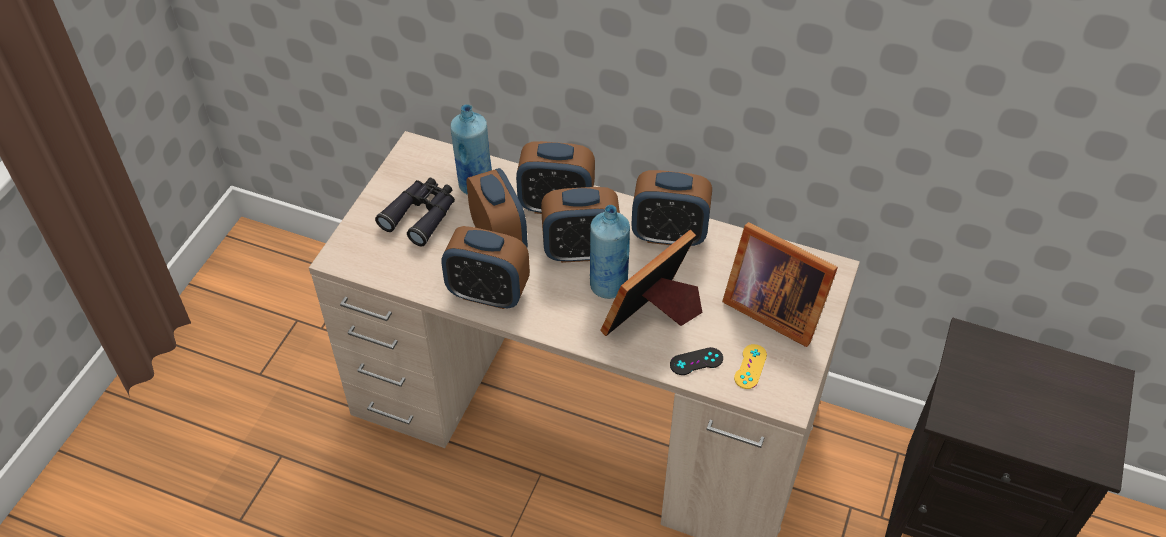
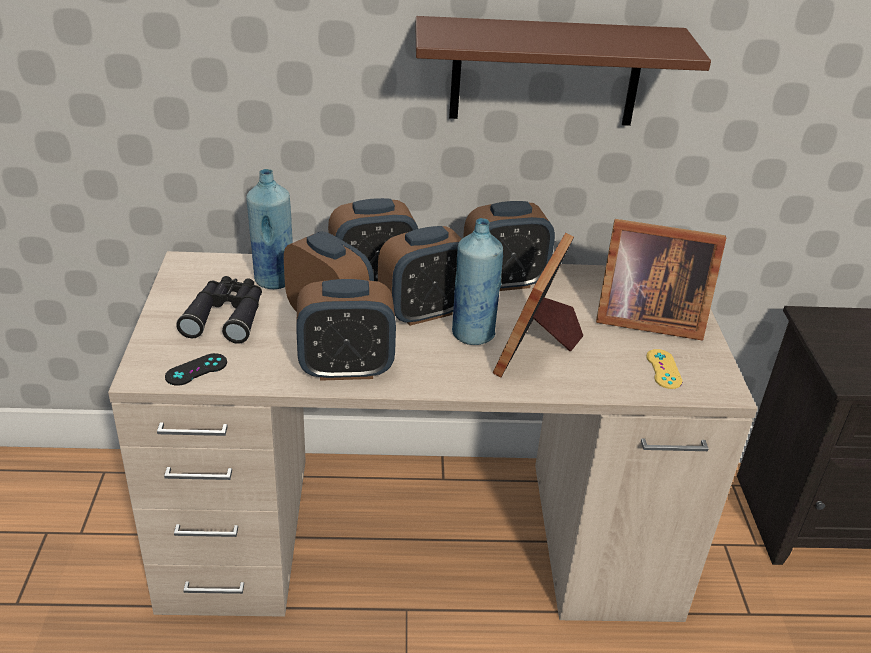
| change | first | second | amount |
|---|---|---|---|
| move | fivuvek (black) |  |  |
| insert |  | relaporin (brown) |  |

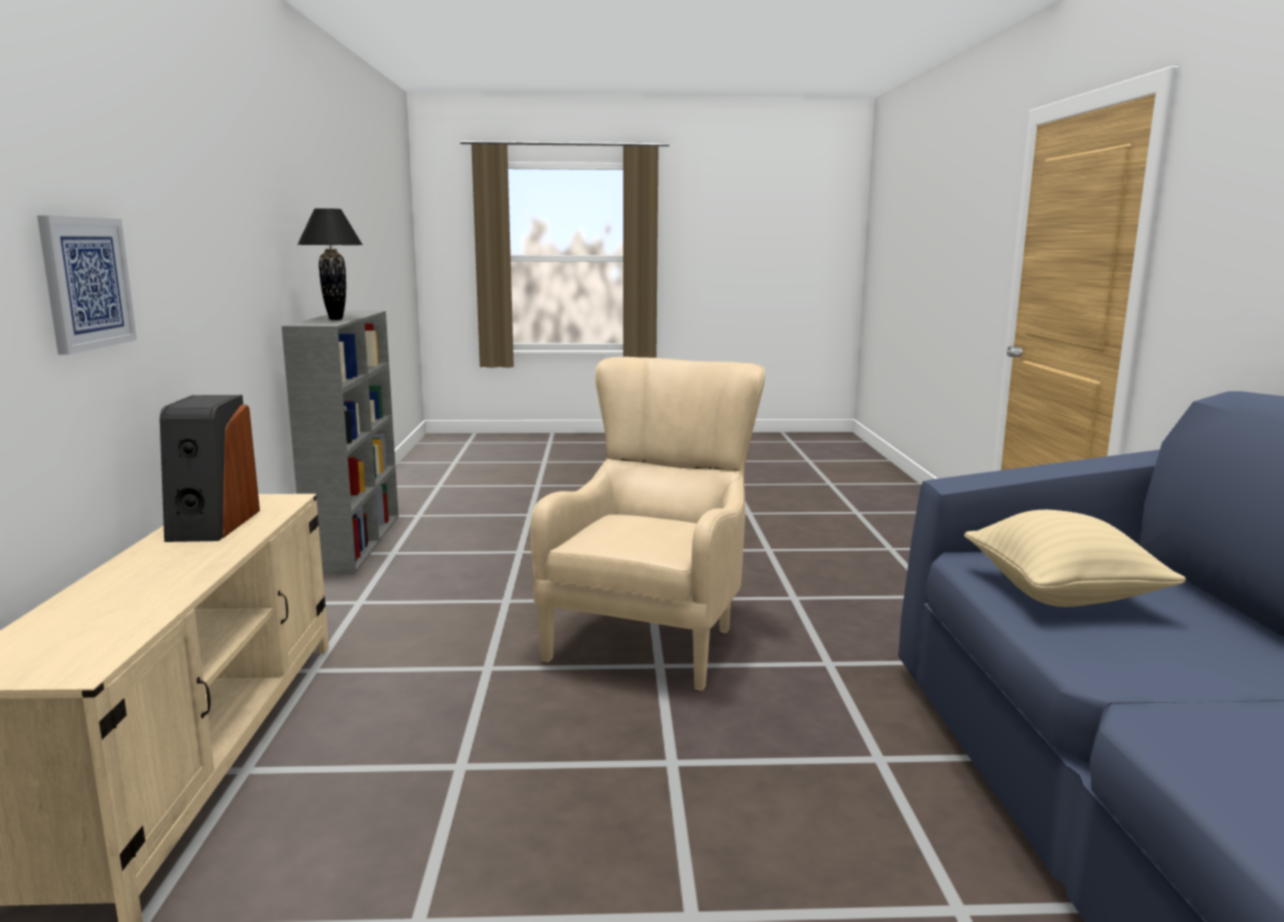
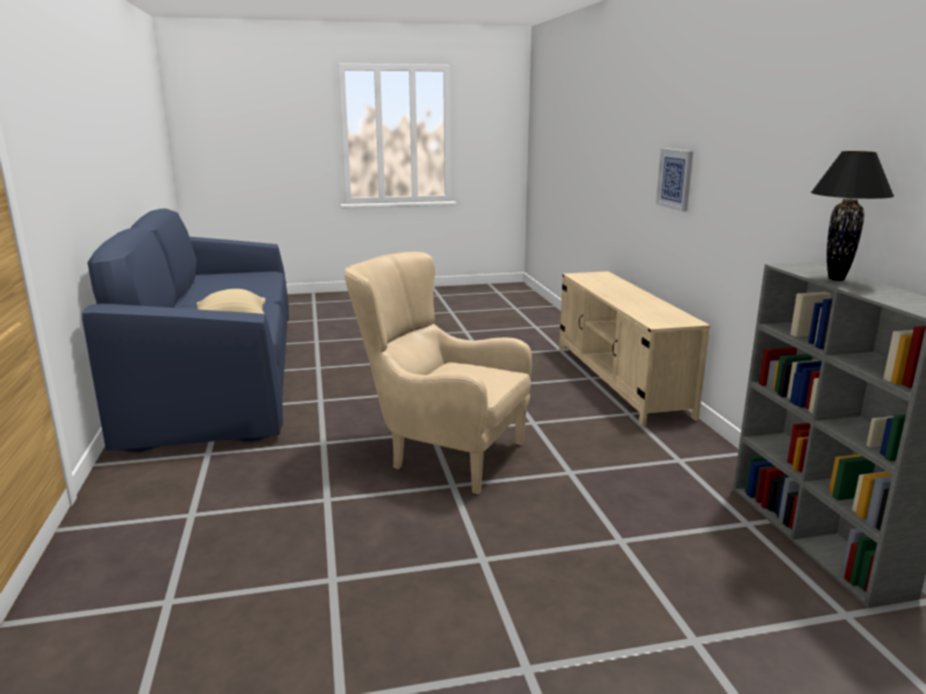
| change | first | second | amount |
|---|---|---|---|
| rotate | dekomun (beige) |  | 105 degrees clockwise |
| delete | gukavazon |  |  |

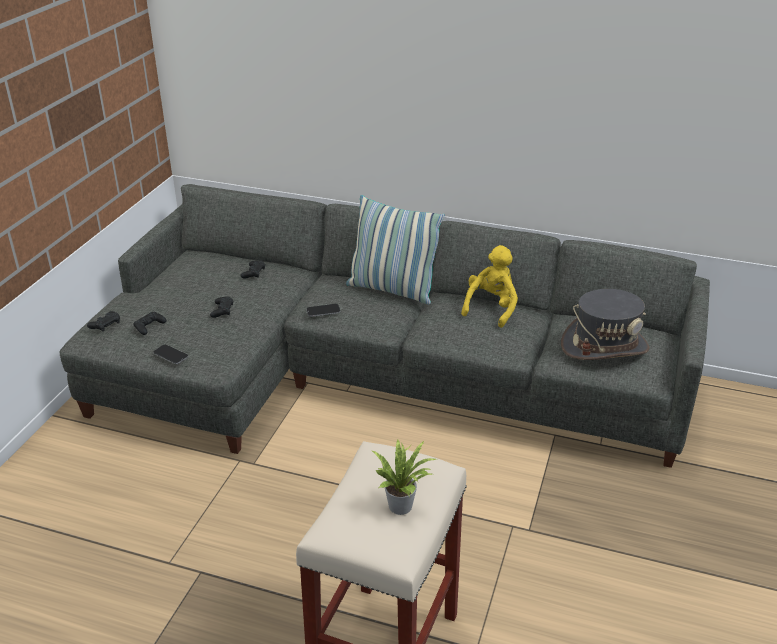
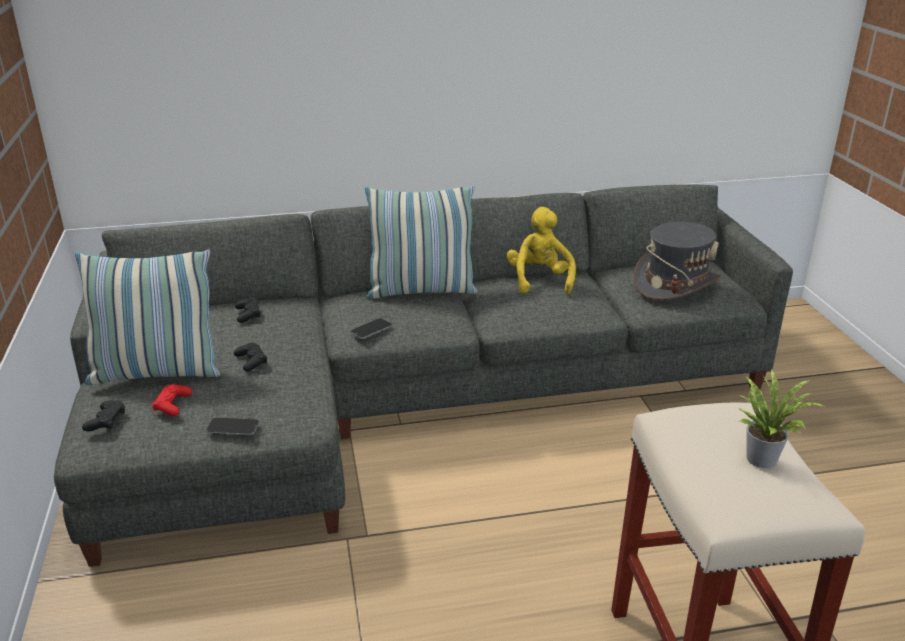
| change | first | second | amount |
|---|---|---|---|
| insert |  | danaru (1st from left) |  |
| recolor | fivuvek (black) (2nd from left) | fivuvek (red) |  |

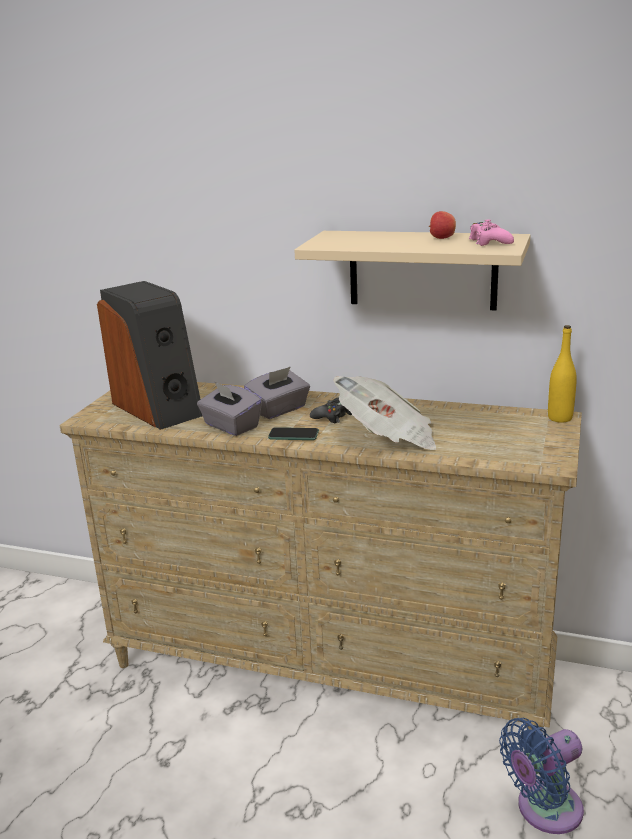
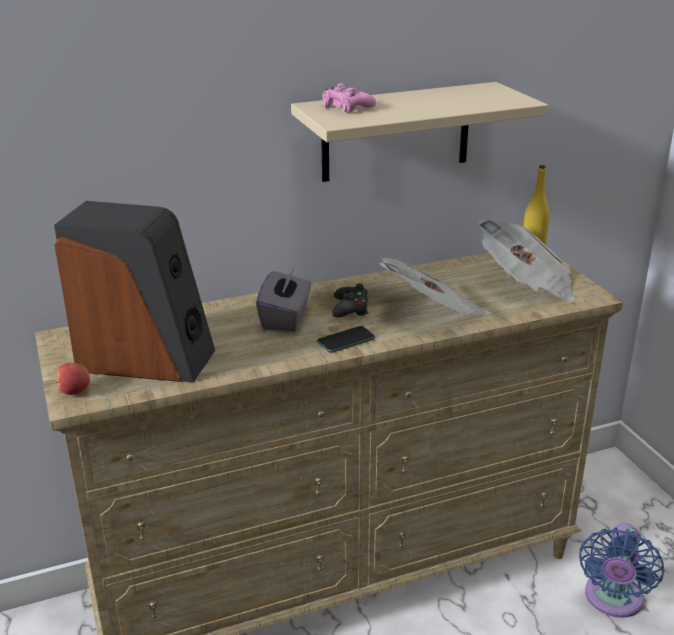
| change | first | second | amount |
|---|---|---|---|
| move | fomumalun |  |  |
| move | fivuvek (pink) |  |  |
| insert |  | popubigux (2nd from left) |  |
| delete | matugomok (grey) (1st from left) |  |  |

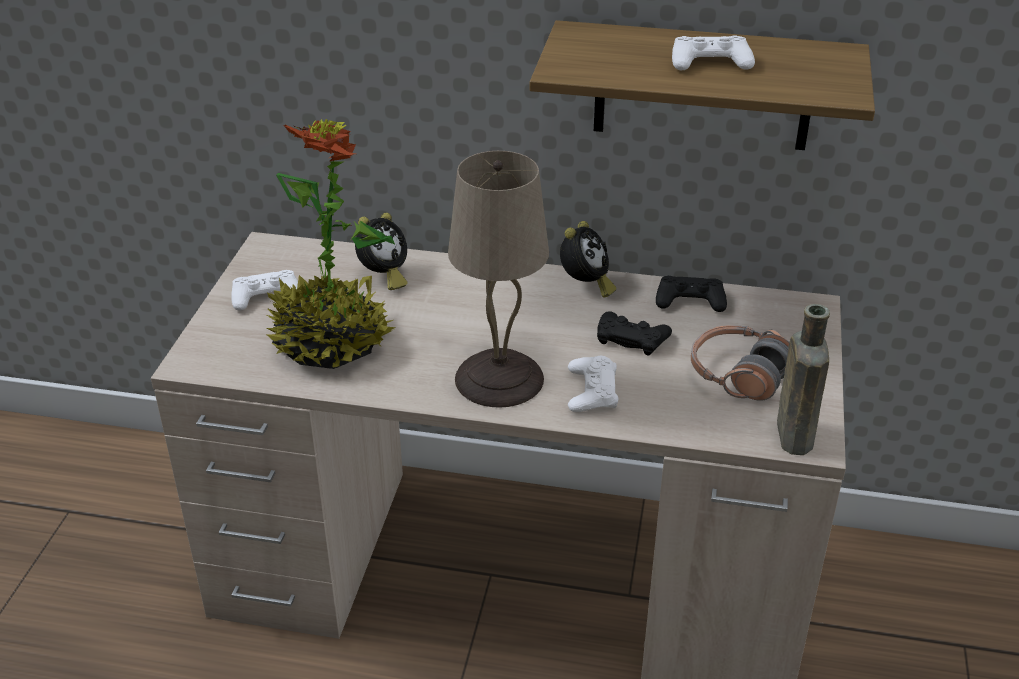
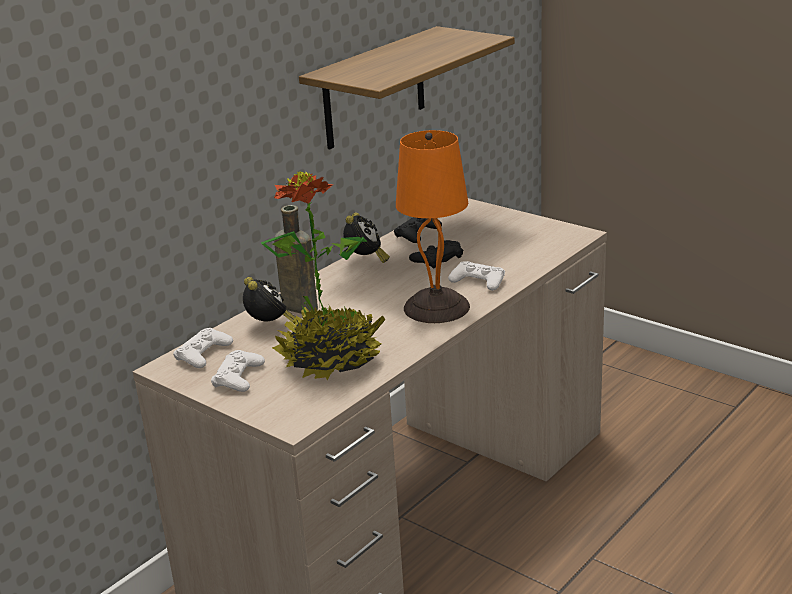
| change | first | second | amount |
|---|---|---|---|
| move | fivuvek (white) (3rd from left in the first image) | fivuvek (white) (1st from left) |  |
| move | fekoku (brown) |  |  |
| rotate | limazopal (2nd from left) |  | 45 degrees clockwise |
| recolor | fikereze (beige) | fikereze (orange) |  |
| delete | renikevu |  |  |

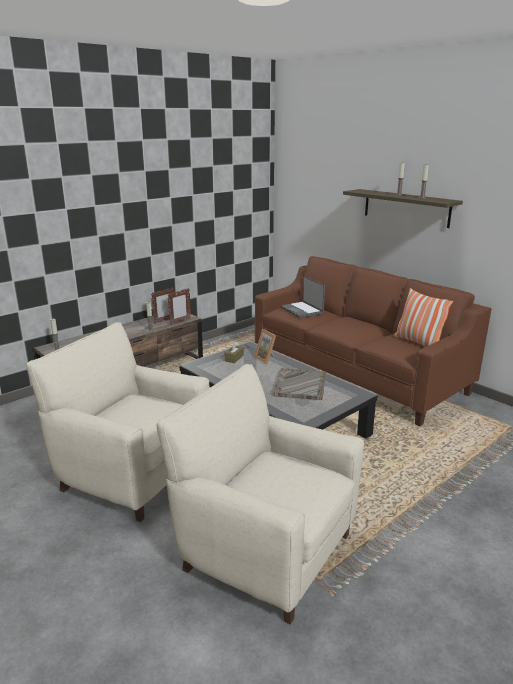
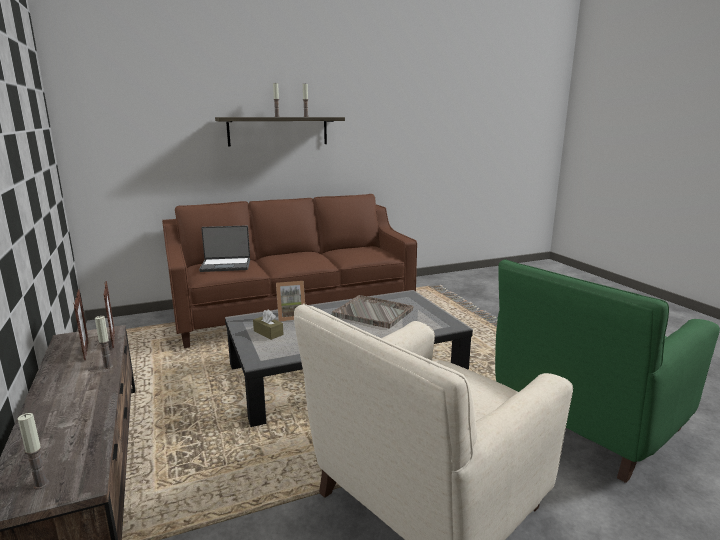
| change | first | second | amount |
|---|---|---|---|
| recolor | dekomun (beige) (2nd from left) | dekomun (green) |  |
| delete | danaru |  |  |

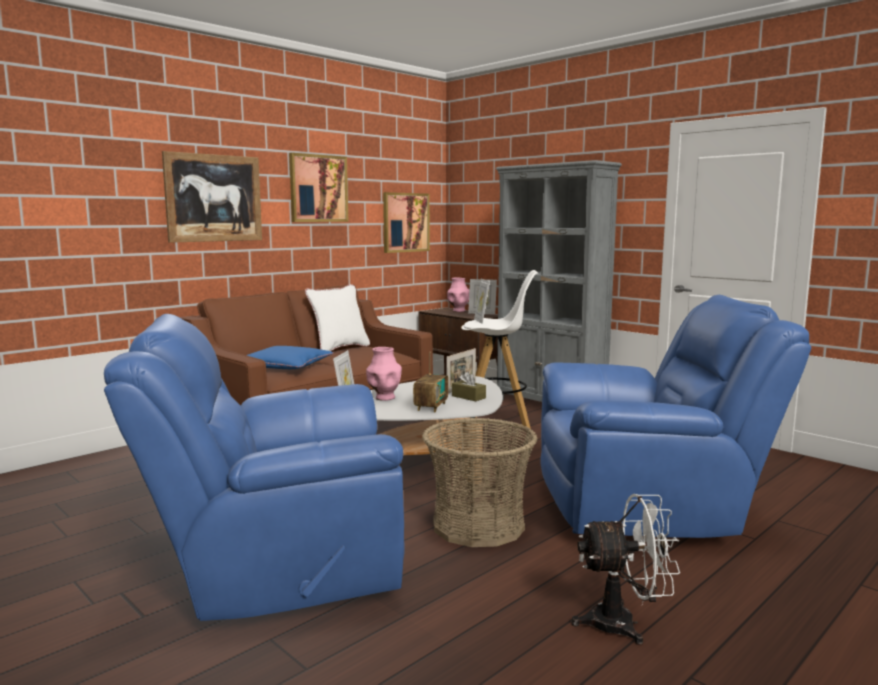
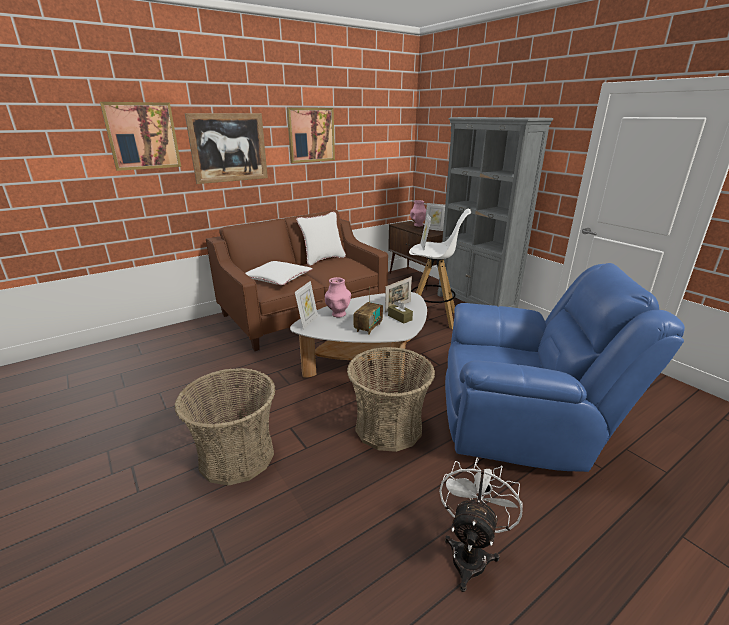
| change | first | second | amount |
|---|---|---|---|
| move | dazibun (3rd from left in the first image) | dazibun (1st from left) |  |
| replace | dekomun (blue) (1st from left) | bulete (1st from left) |  |
| recolor | danaru (blue) | danaru (white) (1st from left) |  |
| rotate | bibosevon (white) |  | 75 degrees counterclockwise |

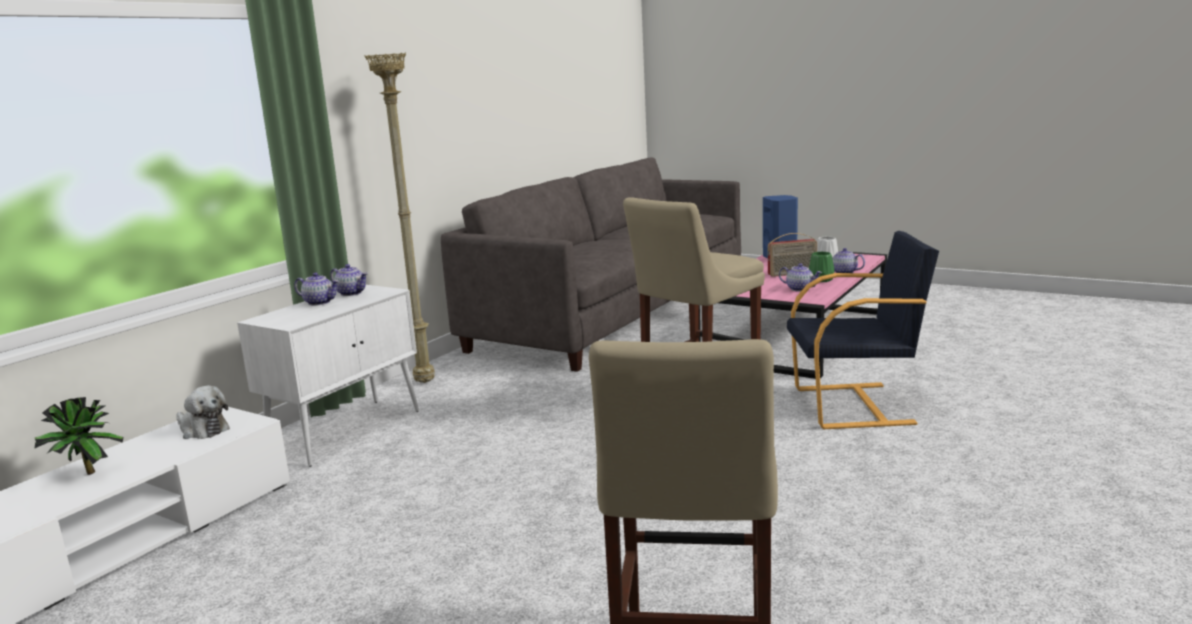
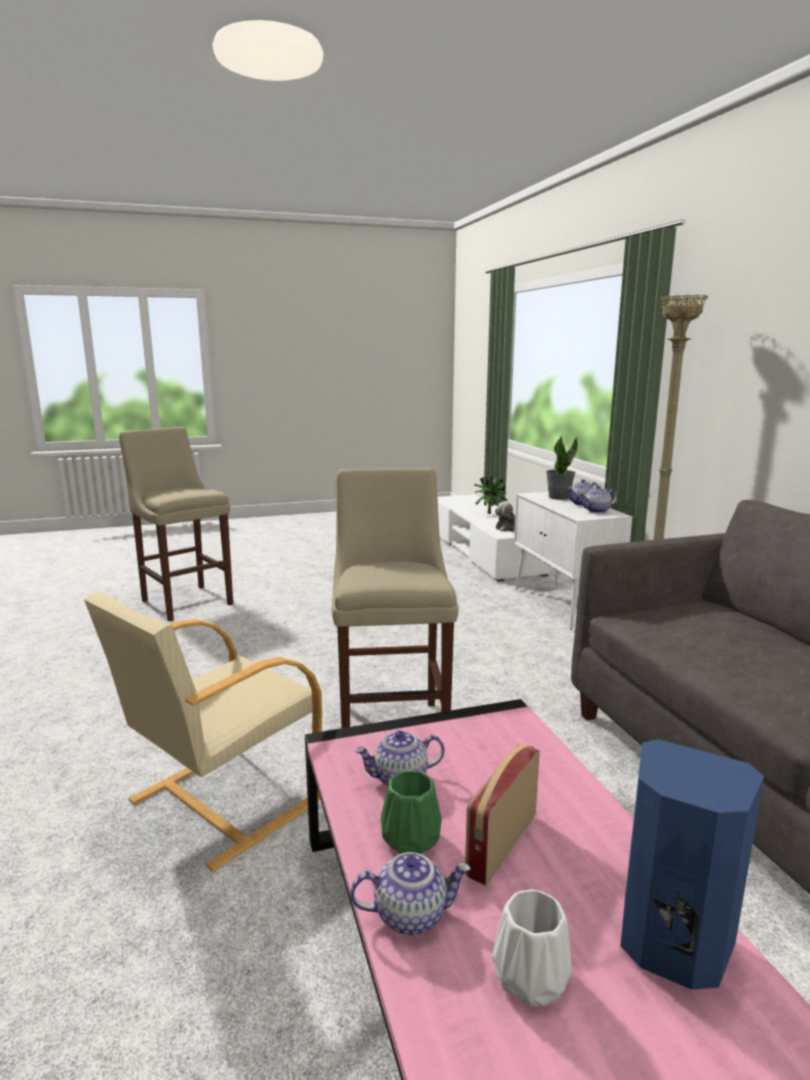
| change | first | second | amount |
|---|---|---|---|
| recolor | dekomun (black) | dekomun (beige) |  |
| insert |  | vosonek (2nd from left) |  |

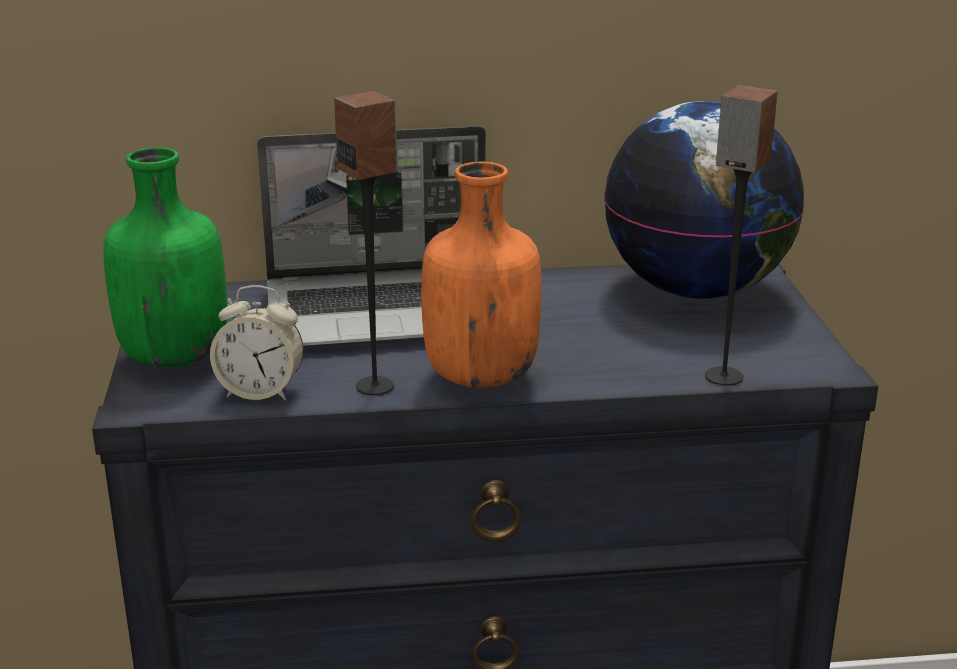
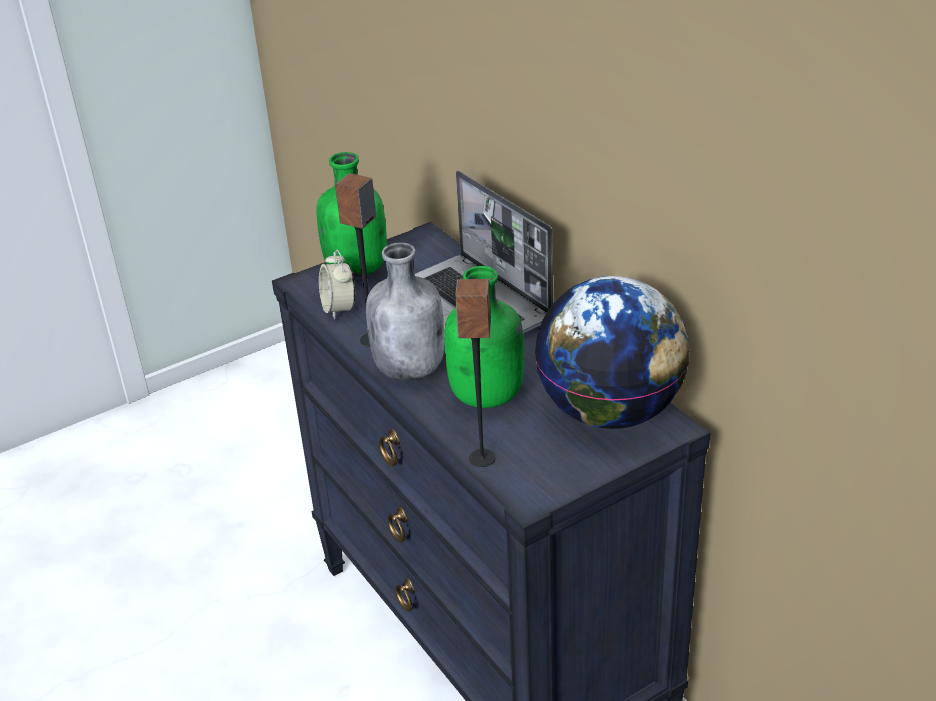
| change | first | second | amount |
|---|---|---|---|
| recolor | fekoku (orange) | fekoku (grey) |  |
| insert |  | fekoku (green) (2nd from left) |  |

